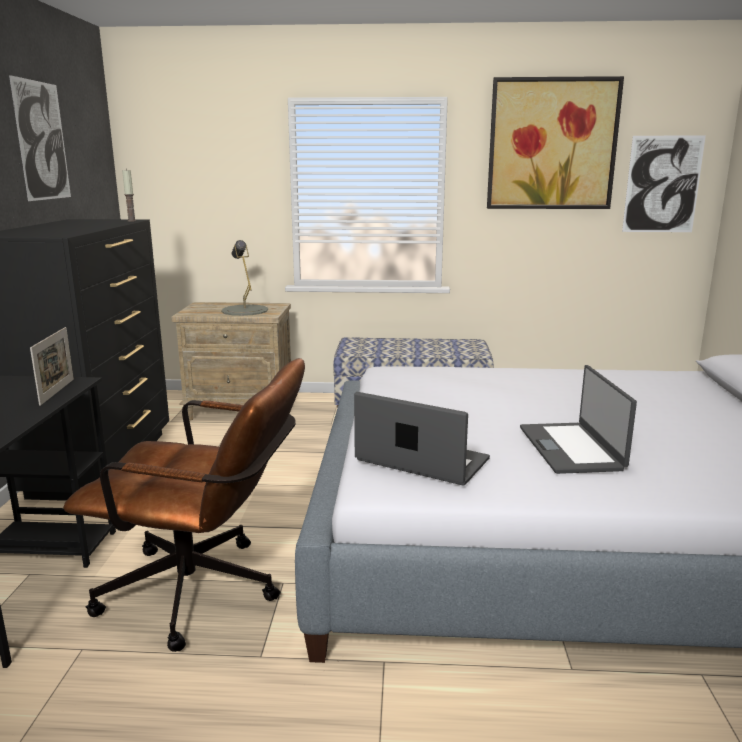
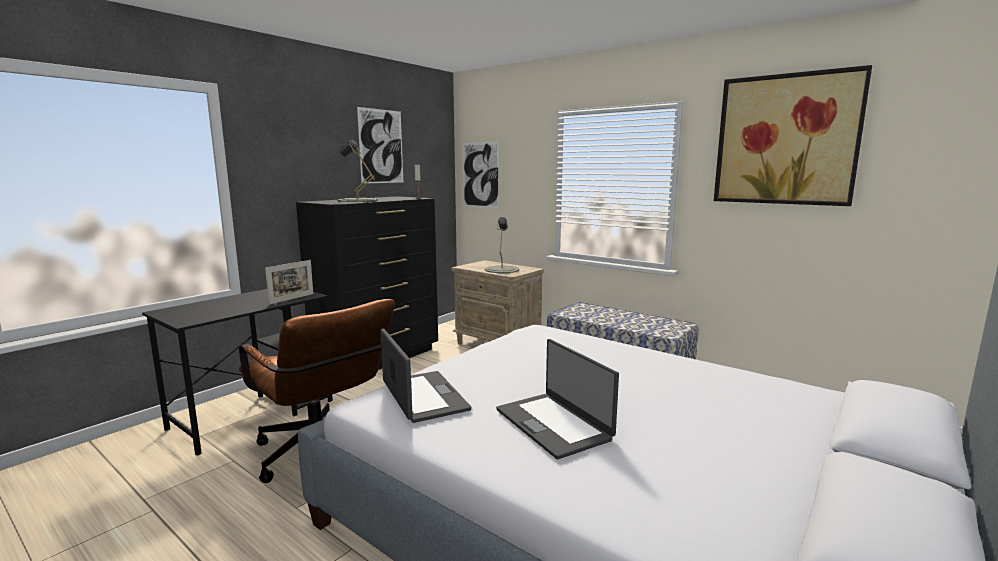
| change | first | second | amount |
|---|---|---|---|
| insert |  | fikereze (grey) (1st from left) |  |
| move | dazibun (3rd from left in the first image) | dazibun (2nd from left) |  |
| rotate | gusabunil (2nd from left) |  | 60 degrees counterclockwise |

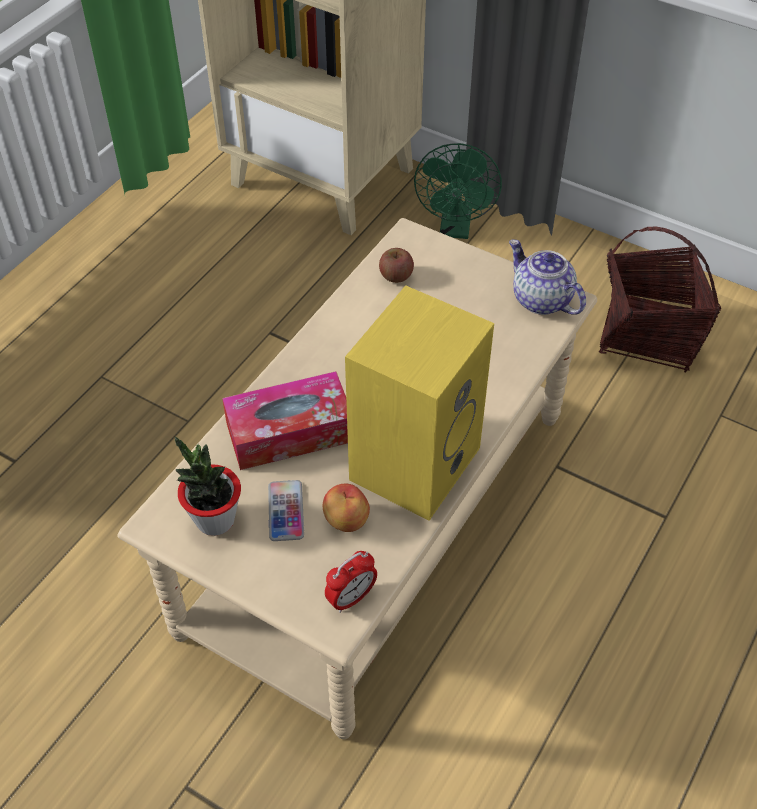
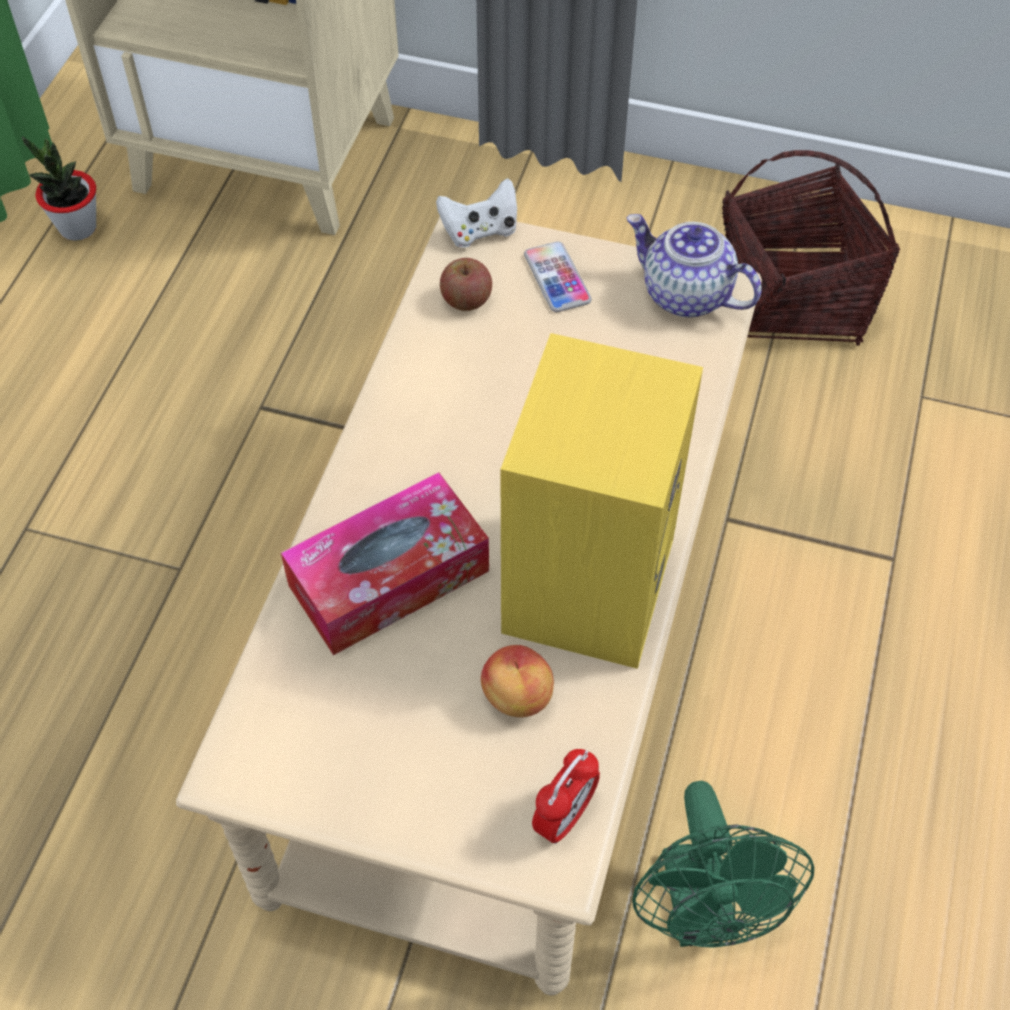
| change | first | second | amount |
|---|---|---|---|
| move | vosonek |  |  |
| insert |  | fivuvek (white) |  |
| move | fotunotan |  |  |
| move | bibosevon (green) |  |  |

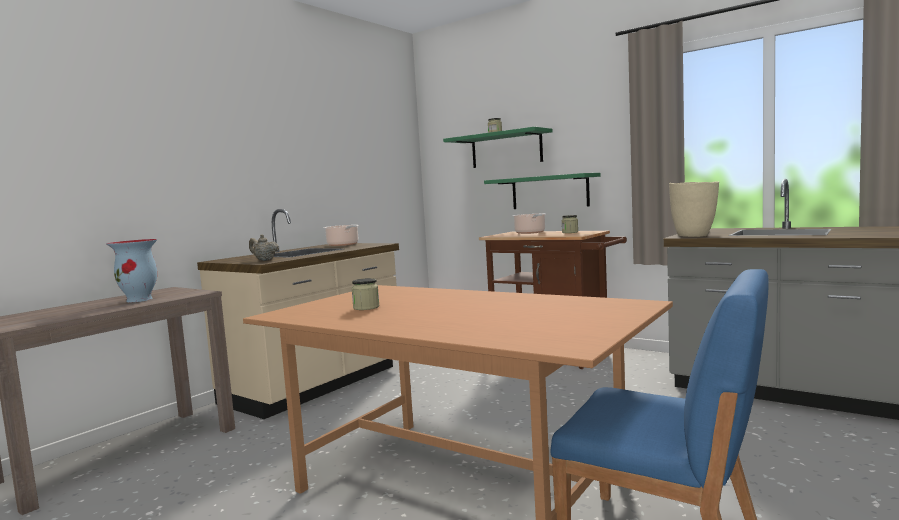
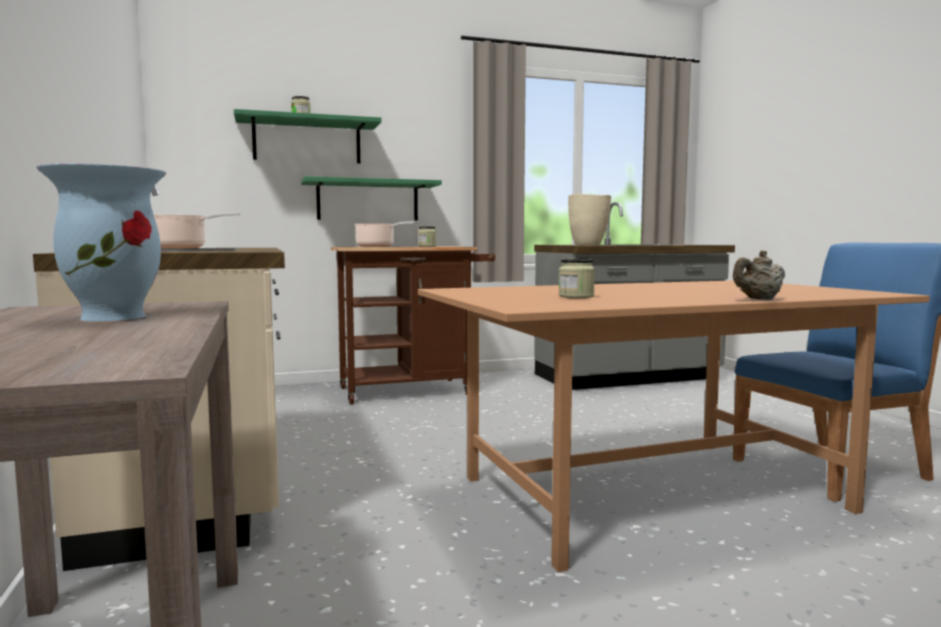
| change | first | second | amount |
|---|---|---|---|
| move | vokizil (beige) |  |  |

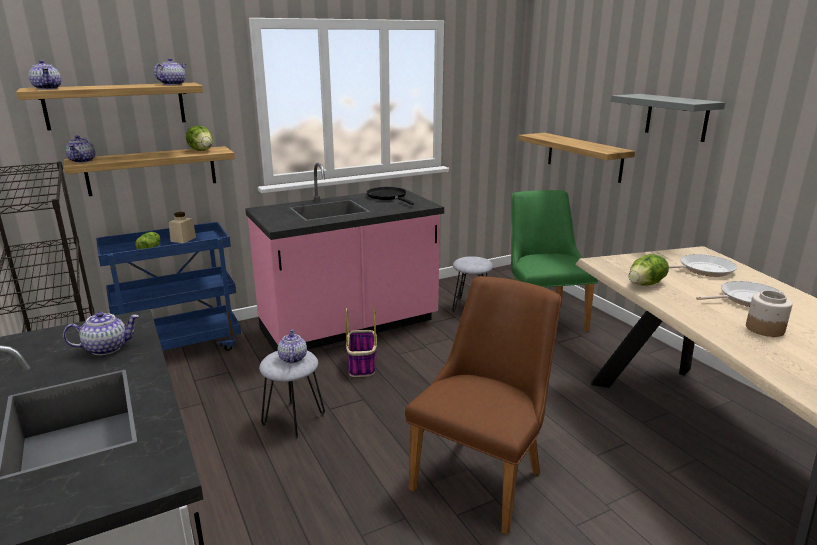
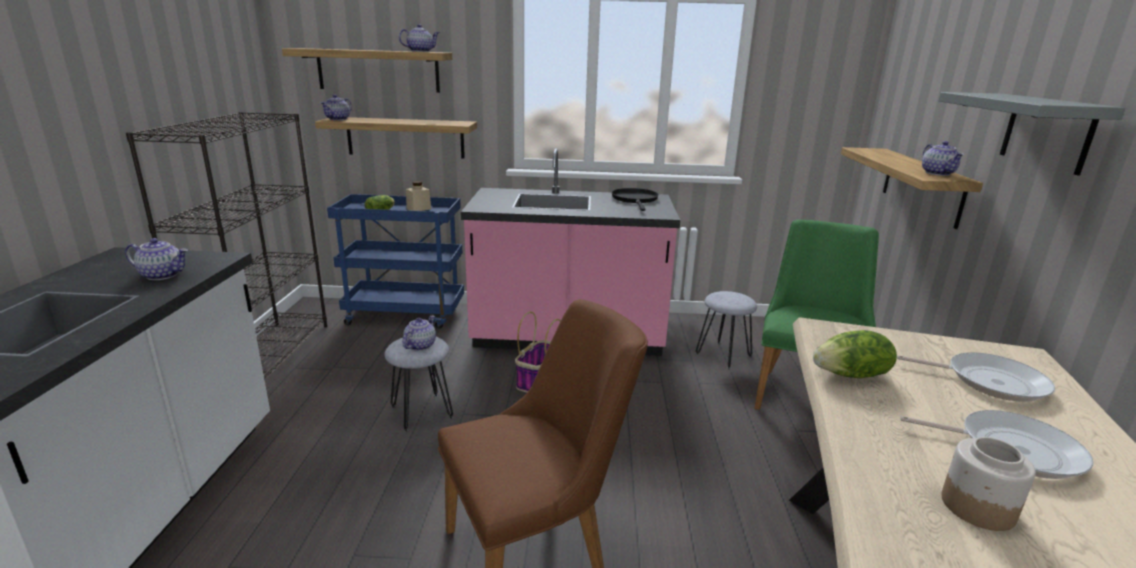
| change | first | second | amount |
|---|---|---|---|
| move | vokizil (1st from left in the first image) | vokizil (5th from left) |  |
| delete | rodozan (2nd from left) |  |  |

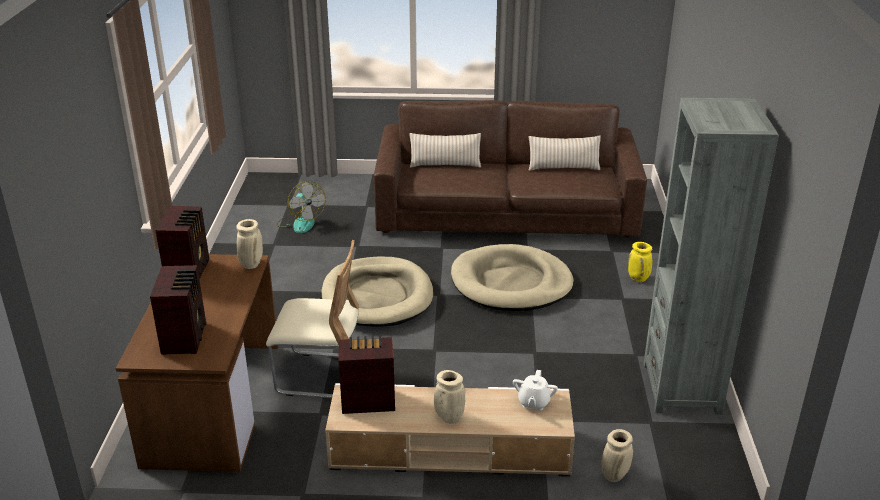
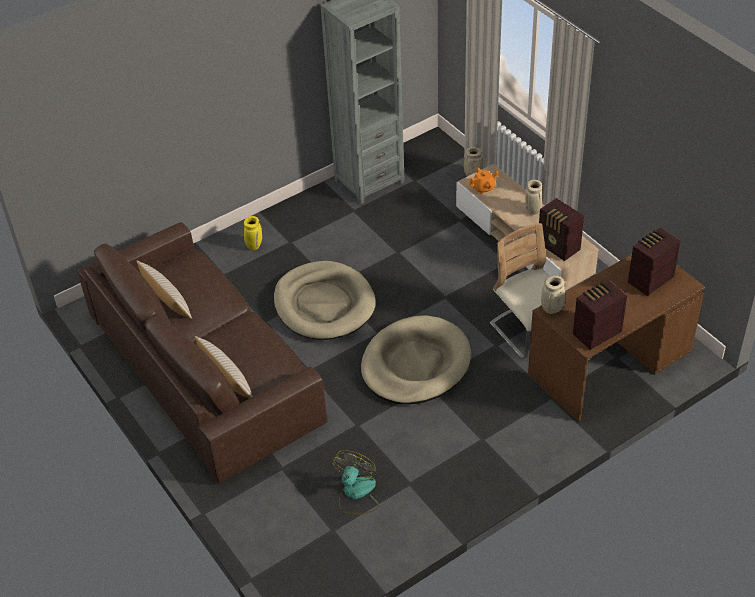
| change | first | second | amount |
|---|---|---|---|
| recolor | vokizil (white) | vokizil (orange) |  |

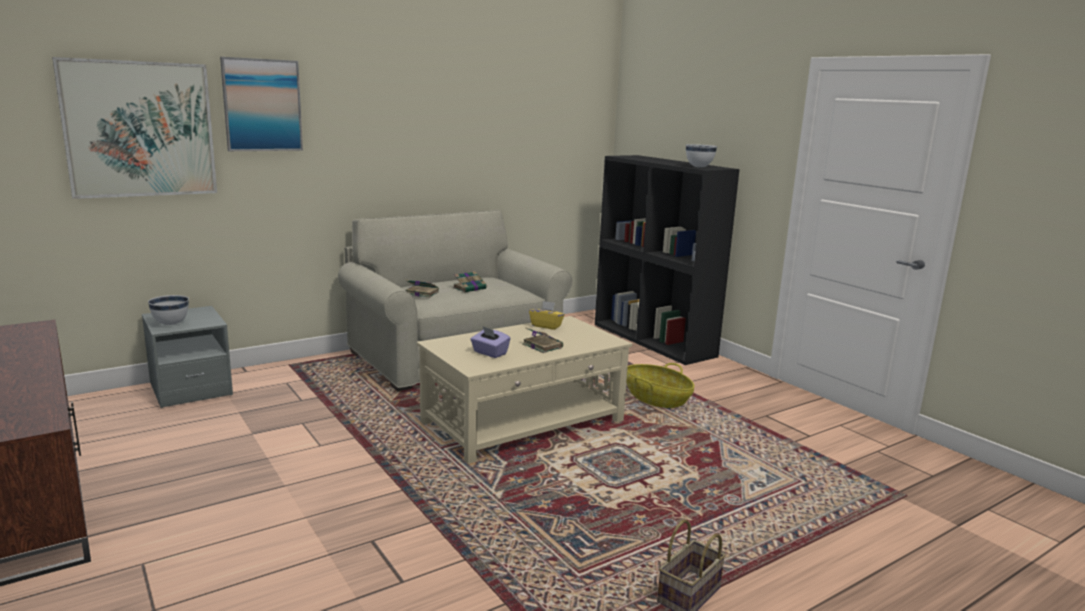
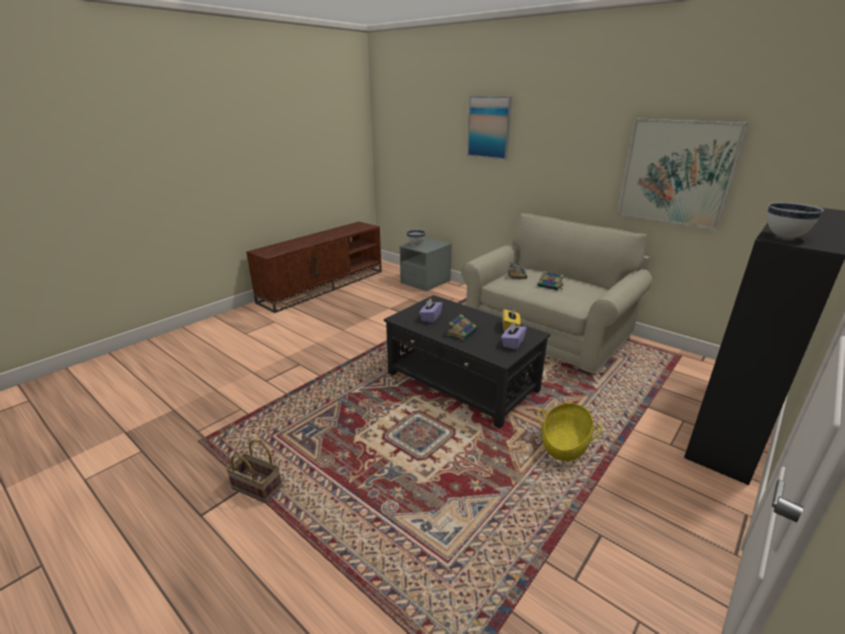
| change | first | second | amount |
|---|---|---|---|
| recolor | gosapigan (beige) | gosapigan (black) |  |
| insert |  | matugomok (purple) (2nd from left) |  |
| move | dazibun (1st from left in the first image) | dazibun (2nd from left) |  |

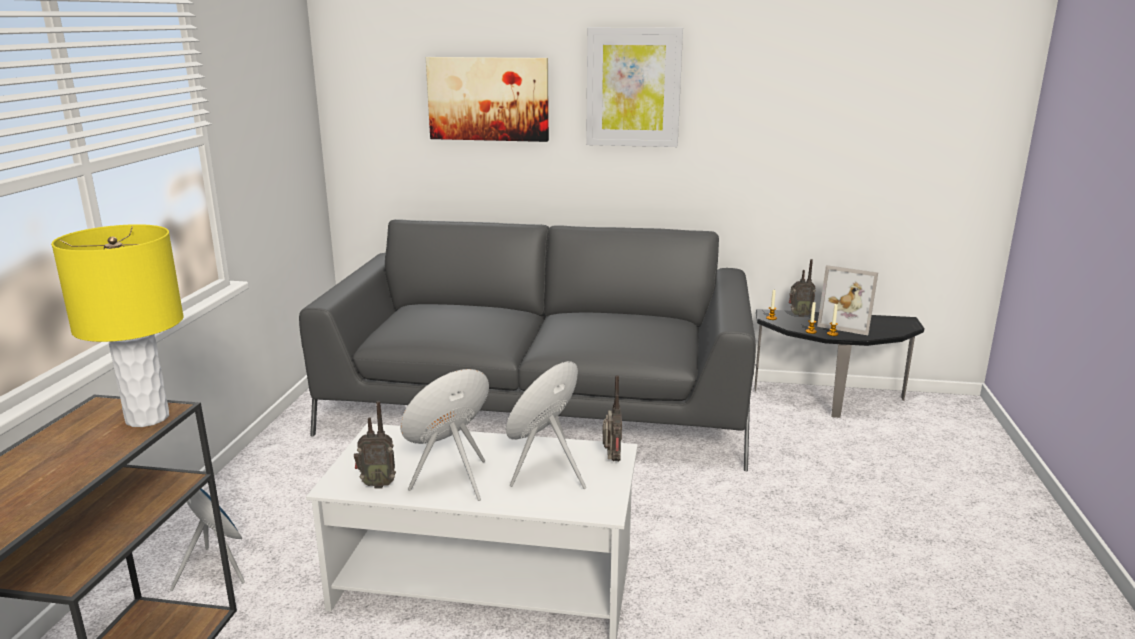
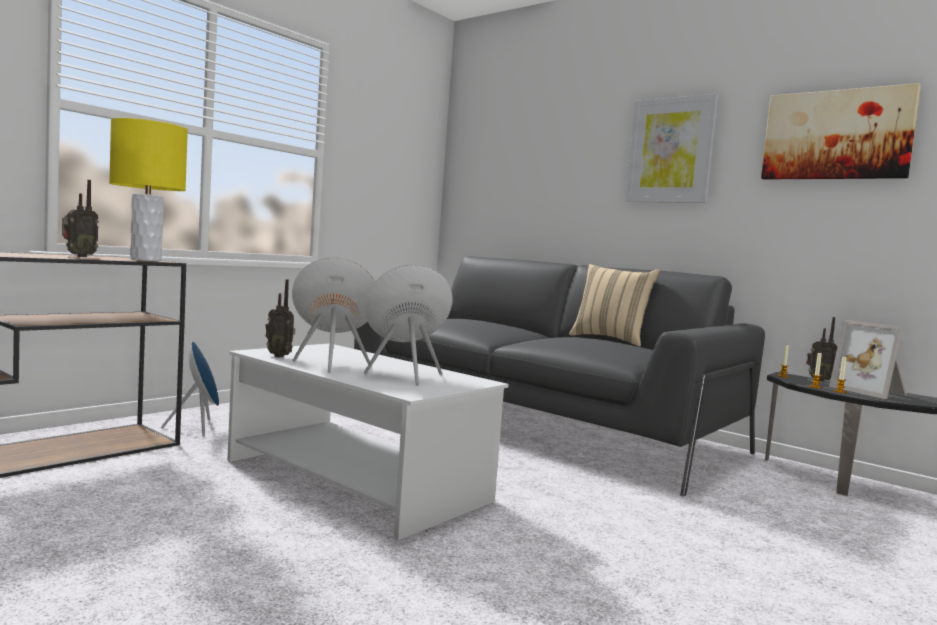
| change | first | second | amount |
|---|---|---|---|
| move | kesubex (2nd from left in the first image) | kesubex (1st from left) |  |
| insert |  | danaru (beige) |  |
| move | dazibun (1st from left in the first image) | dazibun (2nd from left) |  |

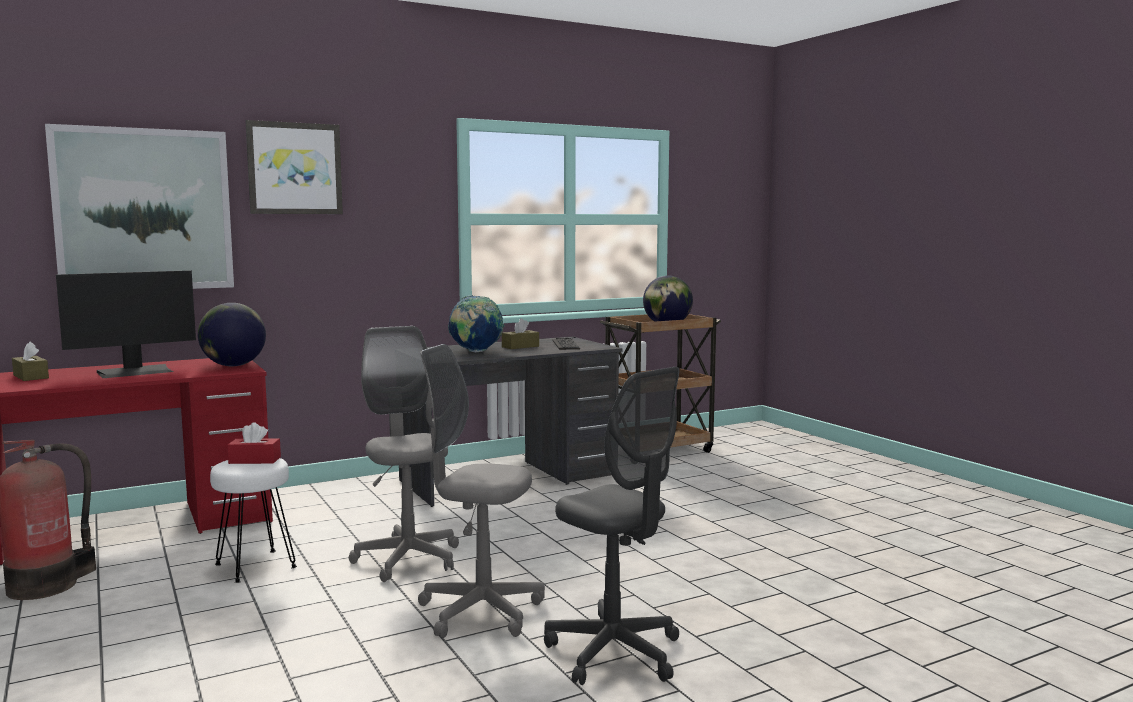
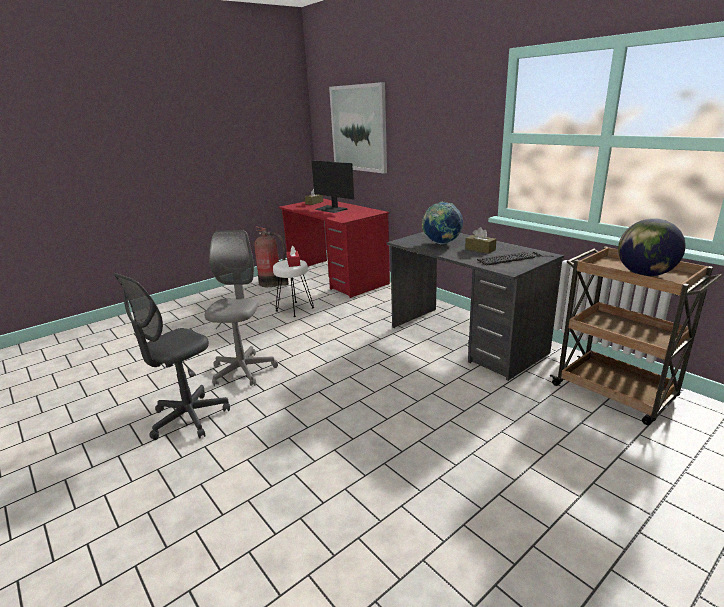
| change | first | second | amount |
|---|---|---|---|
| delete | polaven (1st from left) |  |  |
| delete | dazibun (2nd from left) |  |  |
| delete | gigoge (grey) (1st from left) |  |  |

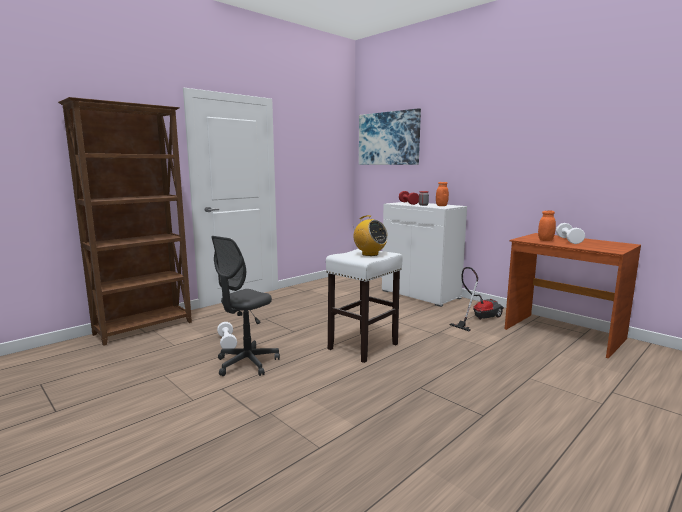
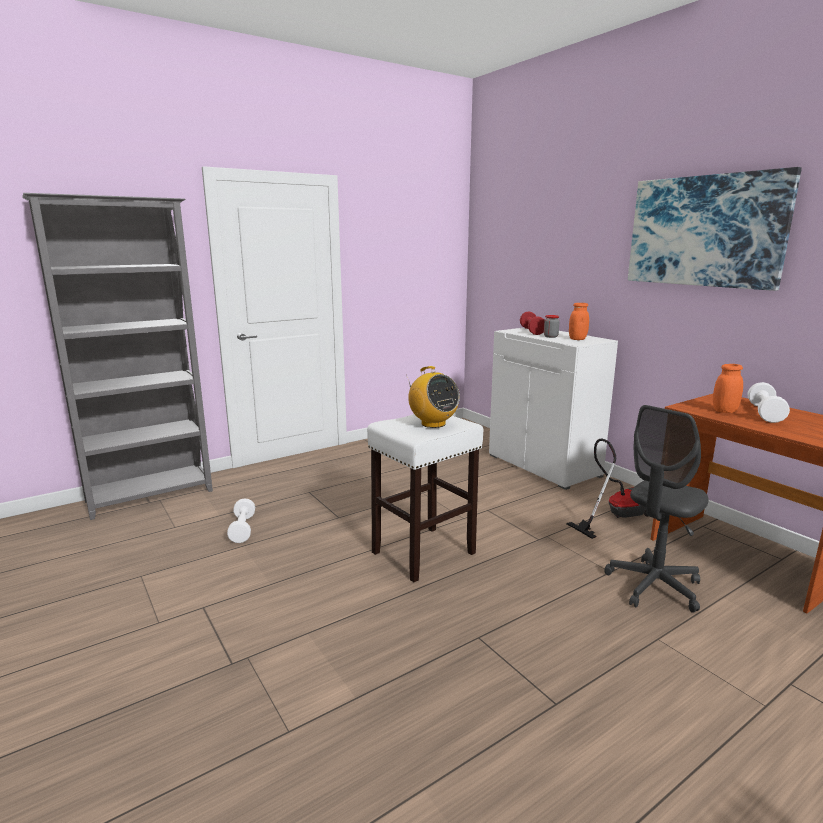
| change | first | second | amount |
|---|---|---|---|
| recolor | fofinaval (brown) | fofinaval (grey) |  |
| move | gigoge (grey) |  |  |
| move | dazibun |  |  |

